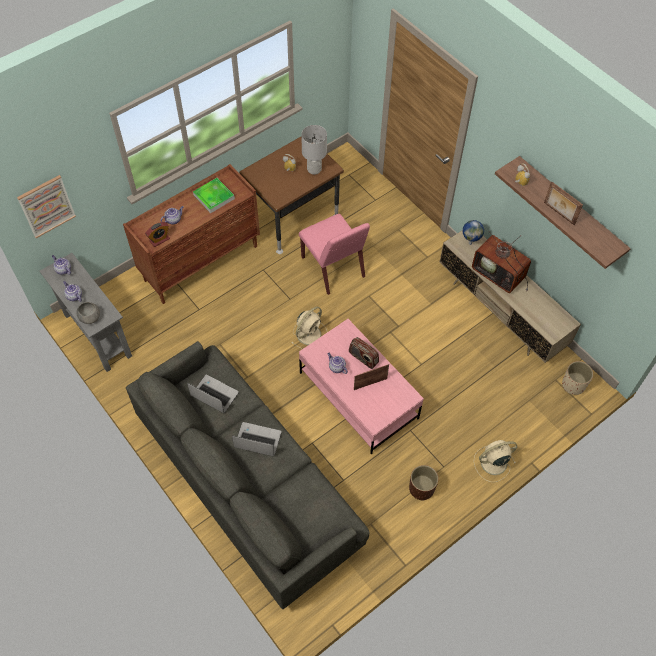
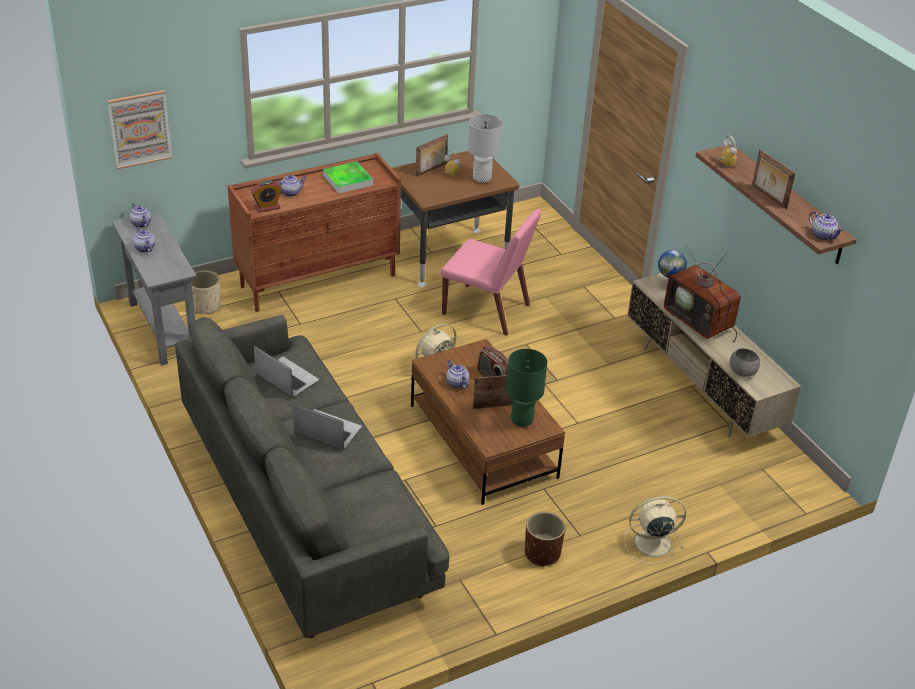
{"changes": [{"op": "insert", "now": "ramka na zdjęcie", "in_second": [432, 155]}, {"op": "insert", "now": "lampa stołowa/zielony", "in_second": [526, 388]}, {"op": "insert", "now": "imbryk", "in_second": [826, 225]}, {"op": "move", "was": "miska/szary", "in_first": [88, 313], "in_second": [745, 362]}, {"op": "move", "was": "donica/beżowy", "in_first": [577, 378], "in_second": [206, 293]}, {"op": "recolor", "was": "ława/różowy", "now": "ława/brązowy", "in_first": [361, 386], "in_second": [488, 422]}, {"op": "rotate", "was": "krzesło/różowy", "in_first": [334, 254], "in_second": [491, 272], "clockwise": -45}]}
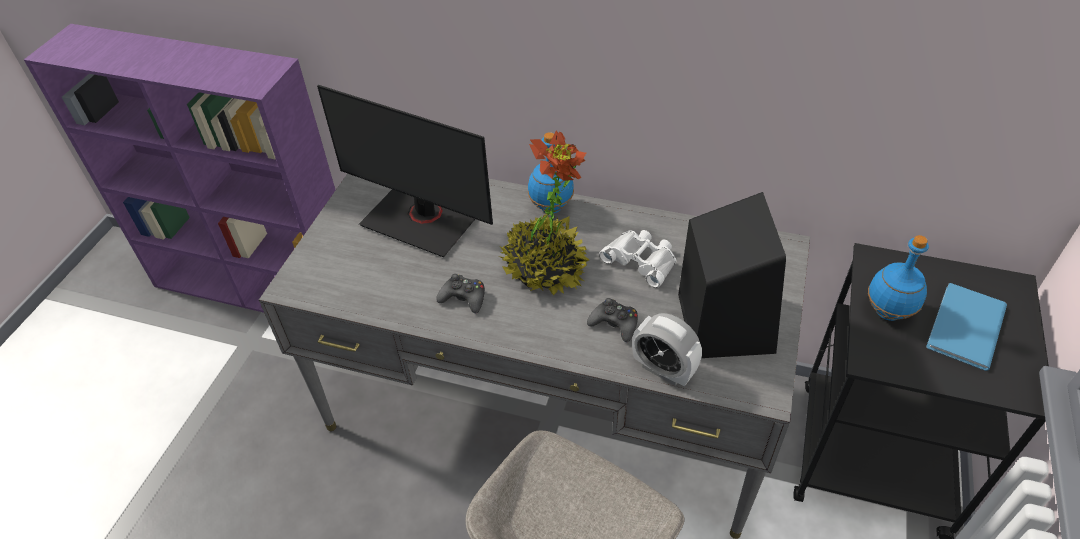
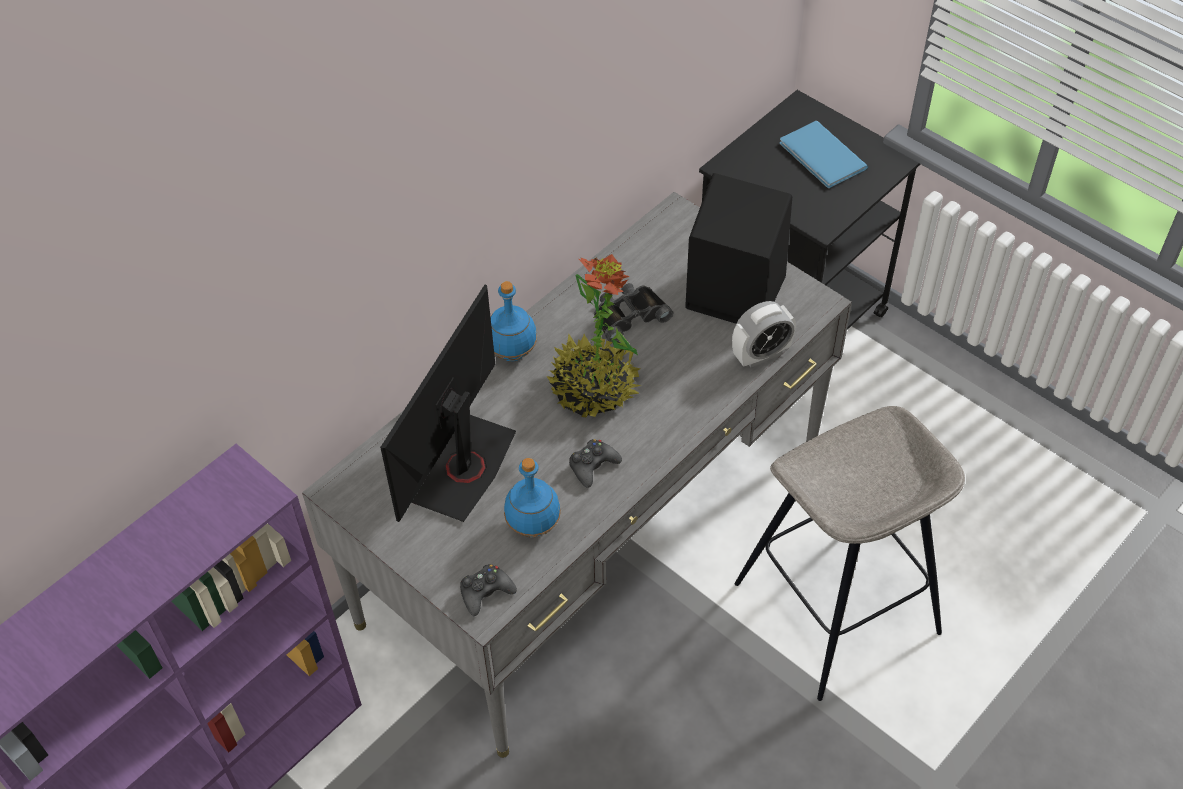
{"changes": [{"op": "move", "was": "pad do gier/czarny", "in_first": [612, 320], "in_second": [488, 590]}, {"op": "move", "was": "butelka/niebieski", "in_first": [898, 278], "in_second": [532, 498]}, {"op": "recolor", "was": "lornetka/biały", "now": "lornetka/czarny", "in_first": [638, 259], "in_second": [633, 312]}, {"op": "rotate", "was": "monitor", "in_first": [405, 171], "in_second": [448, 403], "clockwise": 150}]}
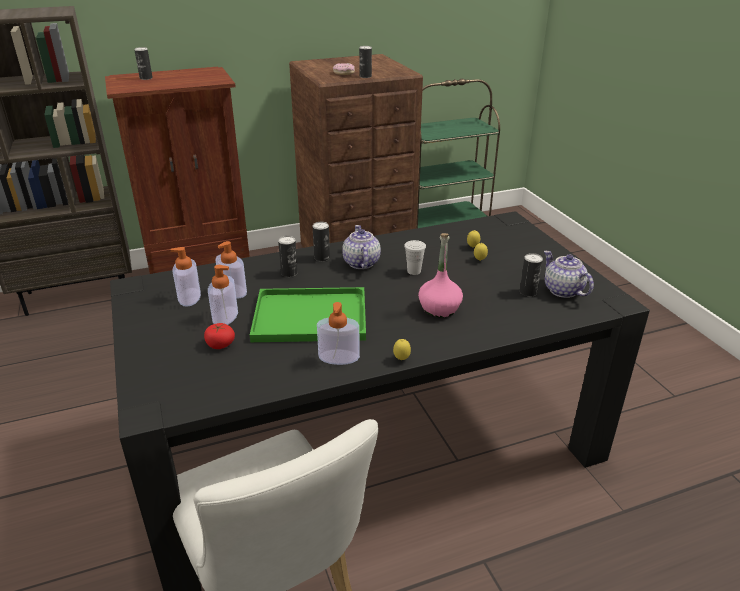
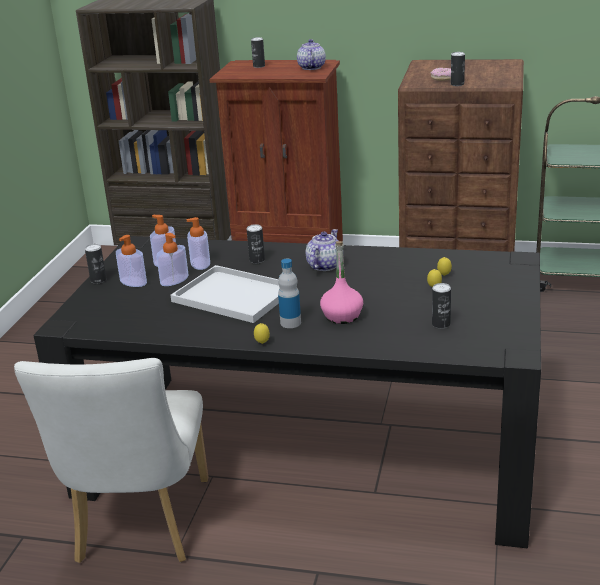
{"changes": [{"op": "delete", "was": "pomidor", "in_first": [219, 336]}, {"op": "delete", "was": "filiżanka/biały", "in_first": [415, 257]}, {"op": "insert", "now": "butelka", "in_second": [289, 293]}, {"op": "move", "was": "puszka", "in_first": [321, 241], "in_second": [96, 264]}, {"op": "move", "was": "dozownik mydła", "in_first": [338, 333], "in_second": [131, 261]}, {"op": "move", "was": "imbryk", "in_first": [569, 274], "in_second": [311, 54]}, {"op": "recolor", "was": "taca/zielony", "now": "taca/biały", "in_first": [308, 314], "in_second": [225, 294]}]}
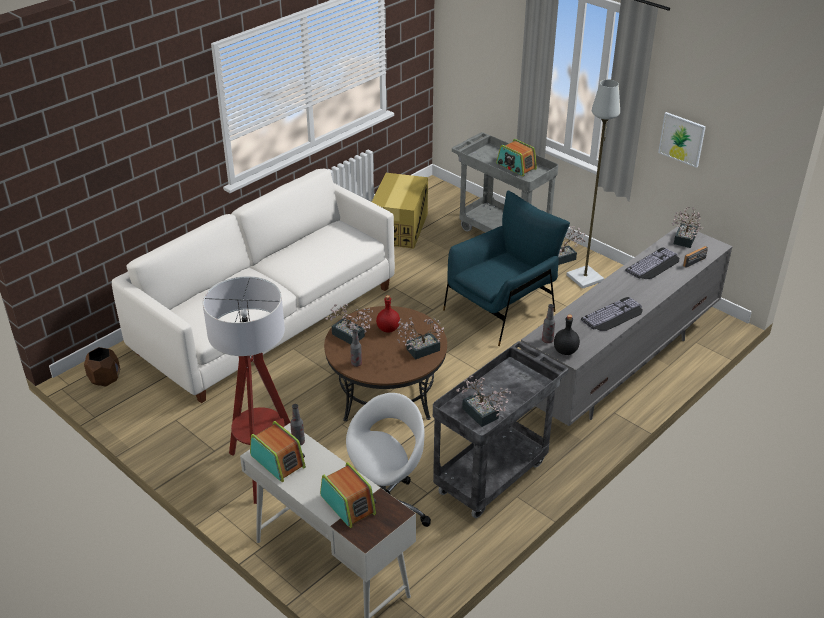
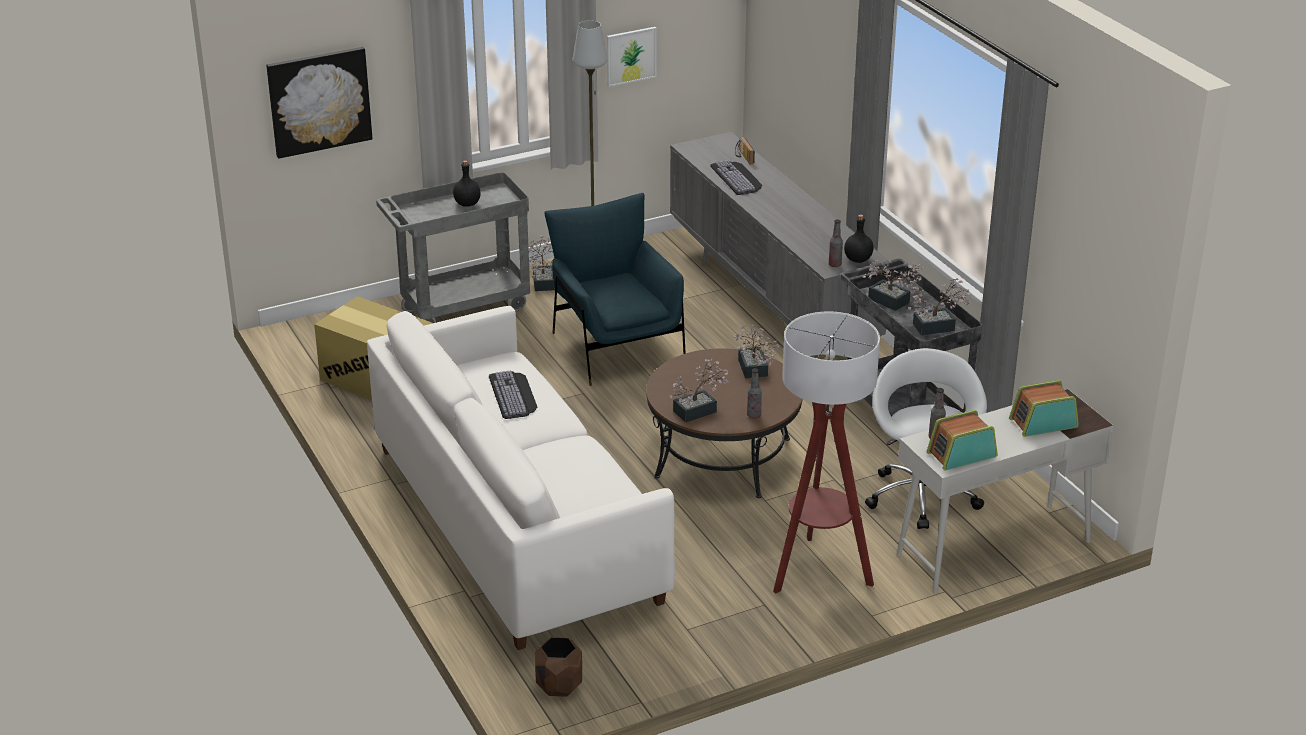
{"changes": [{"op": "delete", "was": "butelka/czerwony", "in_first": [388, 314]}, {"op": "insert", "now": "obraz", "in_second": [319, 103]}, {"op": "move", "was": "klawiatura", "in_first": [612, 314], "in_second": [513, 394]}, {"op": "move", "was": "roślina doniczkowa", "in_first": [687, 227], "in_second": [893, 285]}, {"op": "replace", "was": "radio", "now": "butelka/czarny", "in_first": [516, 157], "in_second": [467, 183]}]}
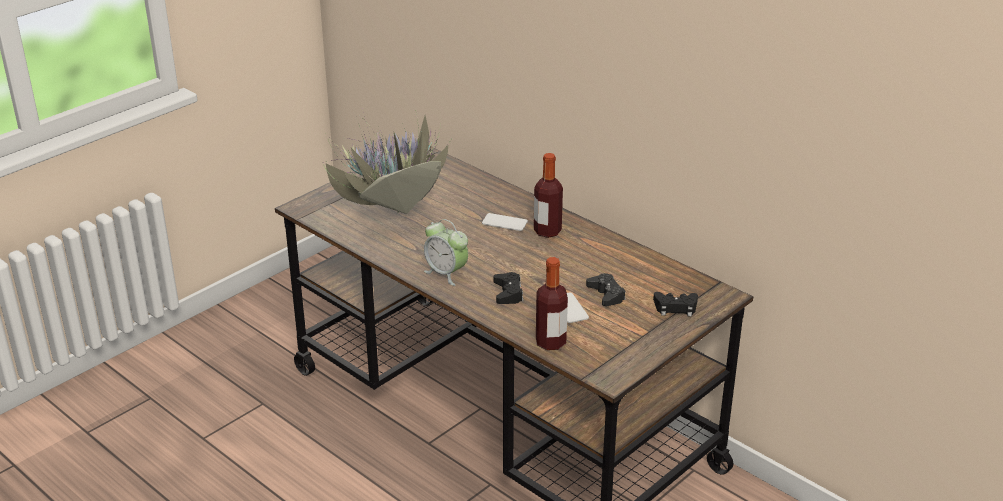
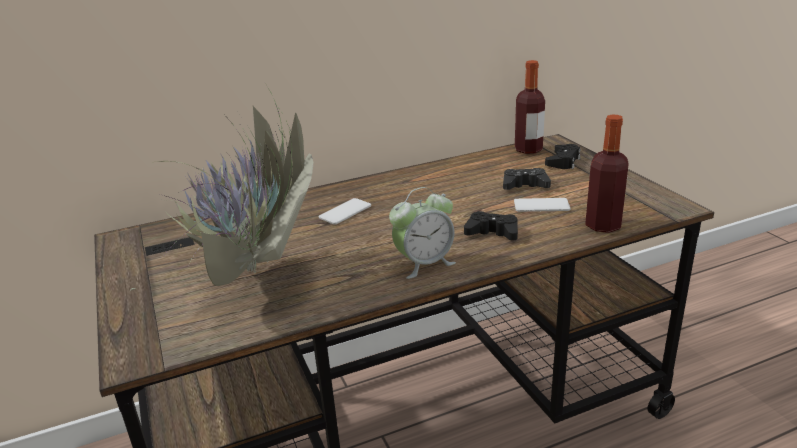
{"changes": [{"op": "move", "was": "butelka", "in_first": [548, 195], "in_second": [530, 107]}]}
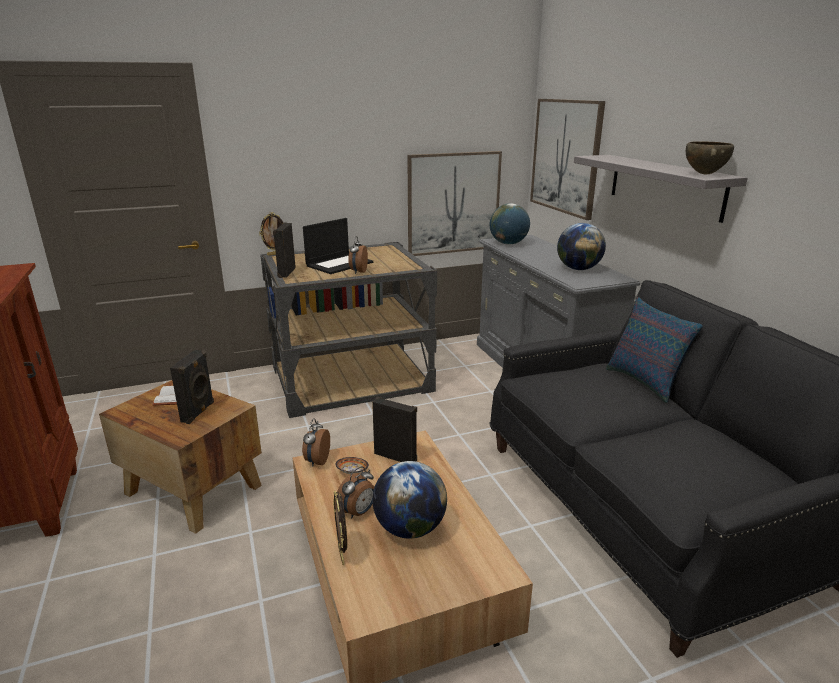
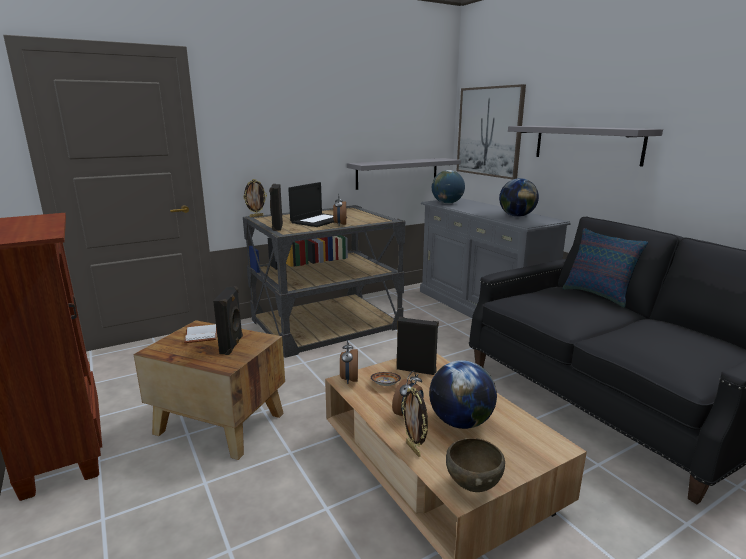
{"changes": [{"op": "move", "was": "miska/brązowy", "in_first": [710, 157], "in_second": [475, 465]}, {"op": "replace", "was": "obraz", "now": "półka/szary", "in_first": [454, 203], "in_second": [404, 174]}]}
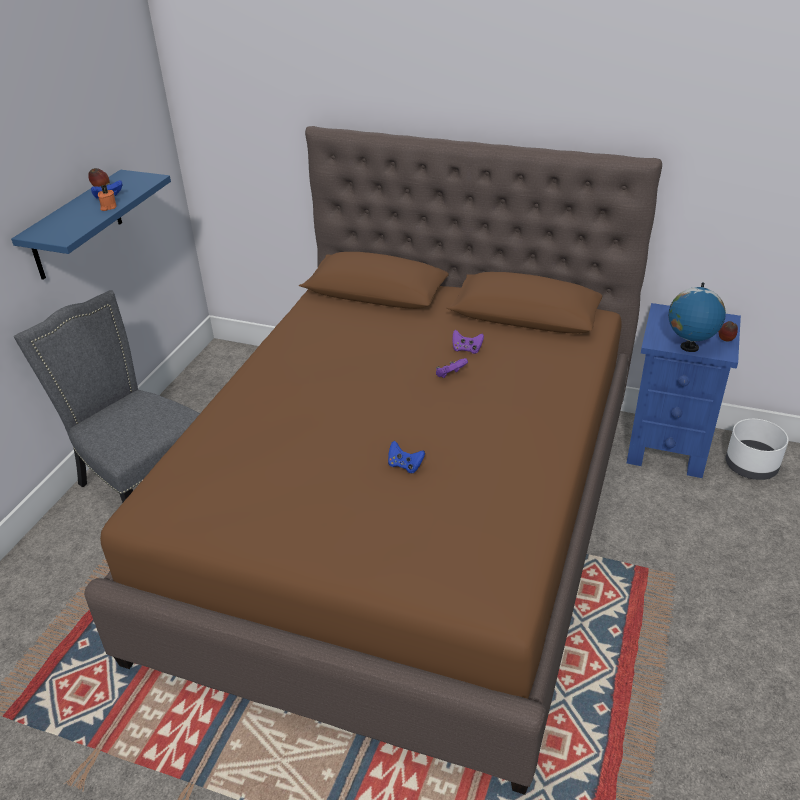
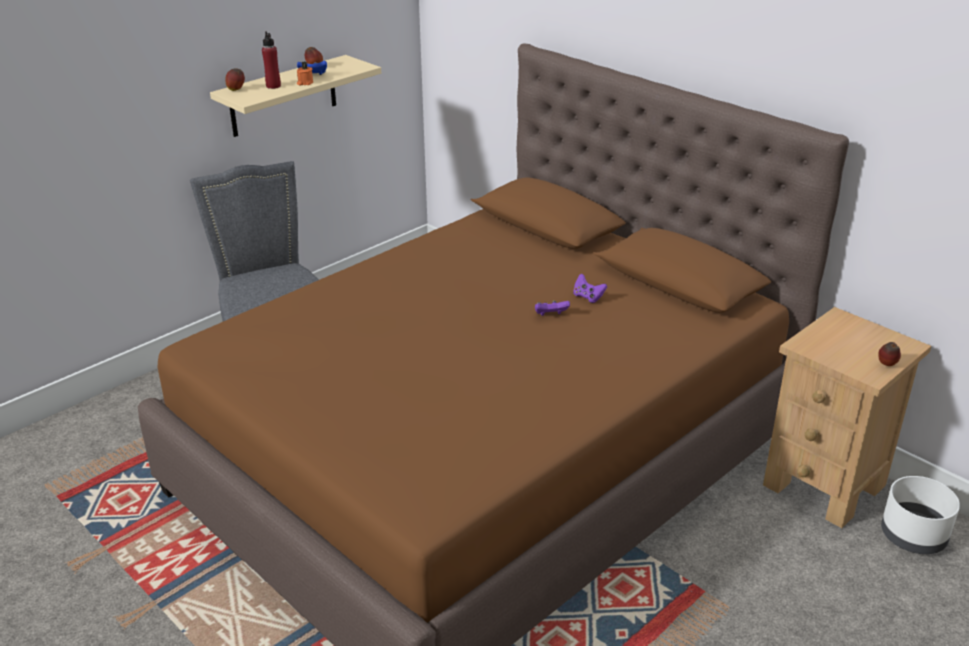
{"changes": [{"op": "delete", "was": "pad do gier/niebieski", "in_first": [406, 457]}, {"op": "delete", "was": "globus", "in_first": [697, 317]}, {"op": "insert", "now": "jabłko", "in_second": [235, 80]}, {"op": "insert", "now": "butelka/czerwony", "in_second": [271, 60]}, {"op": "recolor", "was": "półka/niebieski", "now": "półka/beżowy", "in_first": [91, 225], "in_second": [295, 96]}, {"op": "recolor", "was": "szafka nocna/niebieski", "now": "szafka nocna/beżowy", "in_first": [684, 390], "in_second": [847, 417]}]}
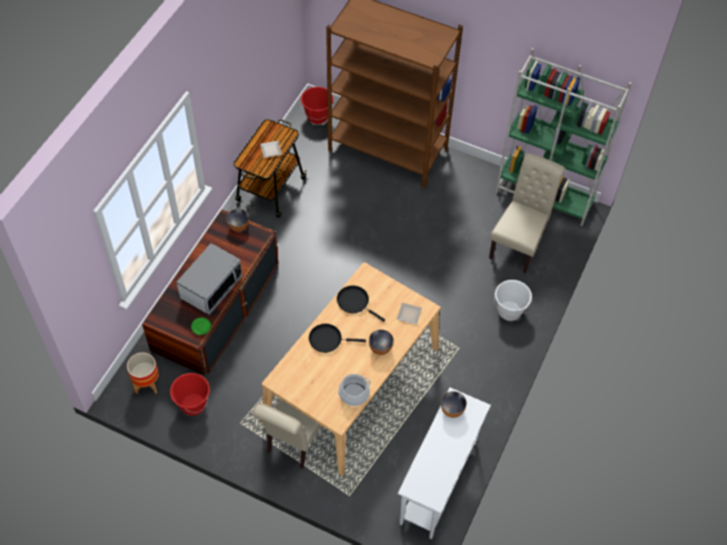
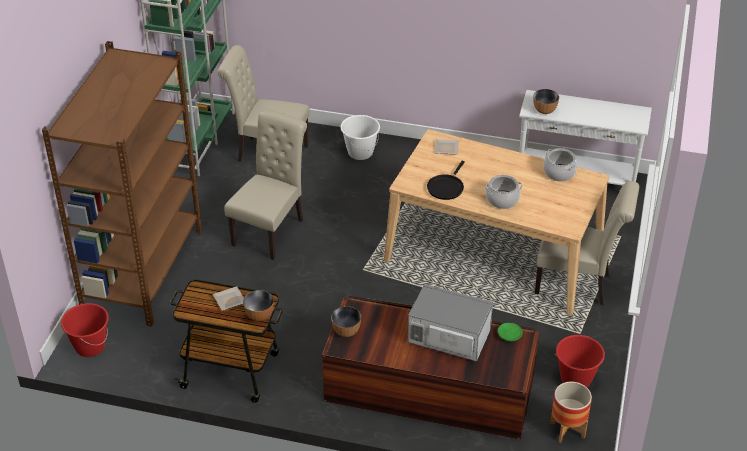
{"changes": [{"op": "insert", "now": "krzesło/beżowy", "in_second": [265, 185]}, {"op": "move", "was": "miska", "in_first": [381, 342], "in_second": [258, 305]}, {"op": "replace", "was": "patelnia/czarny", "now": "garnek", "in_first": [337, 338], "in_second": [504, 192]}]}
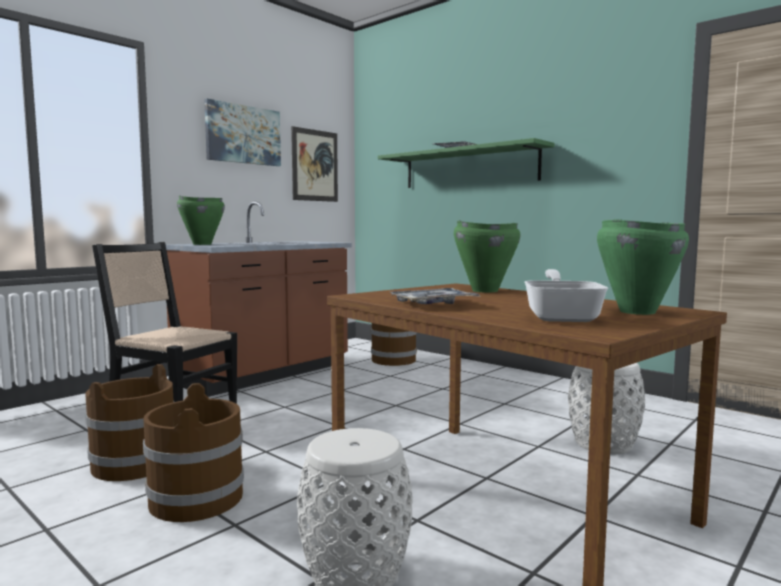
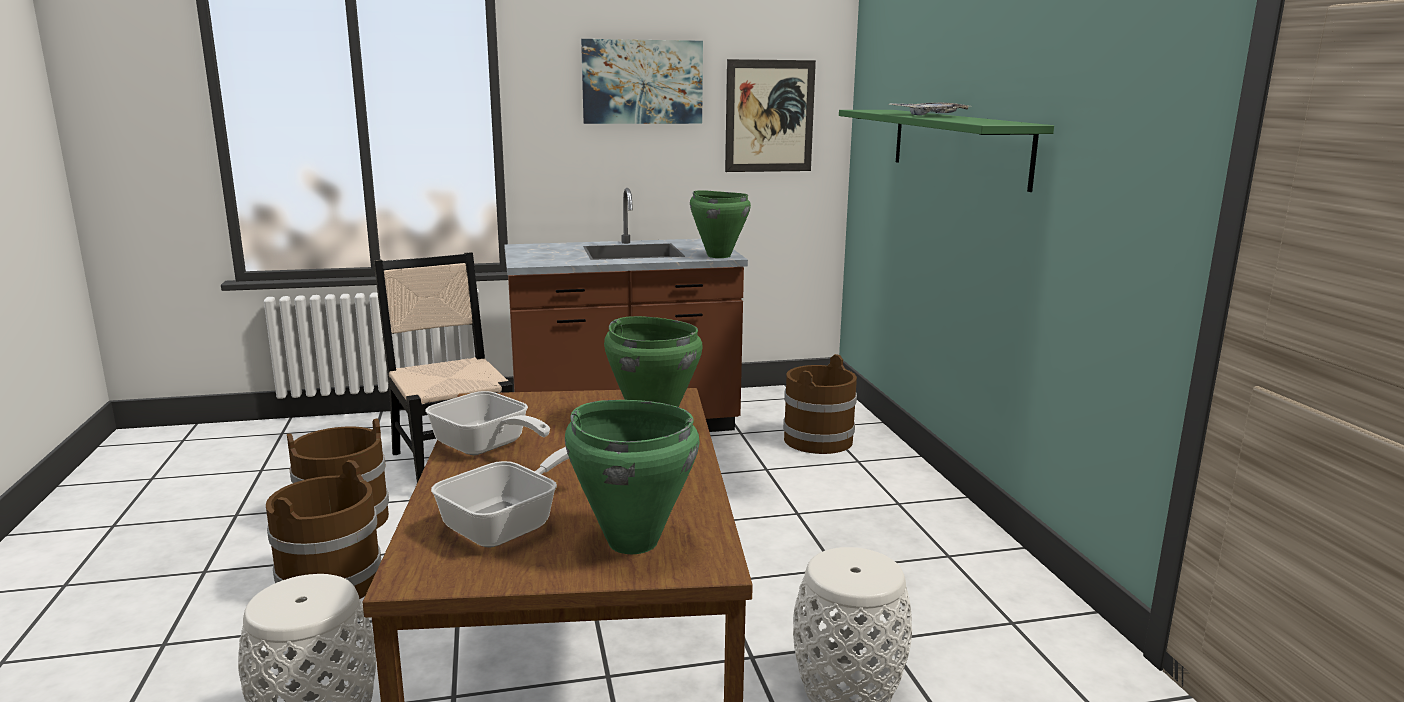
{"changes": [{"op": "move", "was": "garnek/zielony", "in_first": [201, 220], "in_second": [720, 224]}, {"op": "replace", "was": "taca", "now": "patelnia", "in_first": [435, 296], "in_second": [487, 423]}]}
